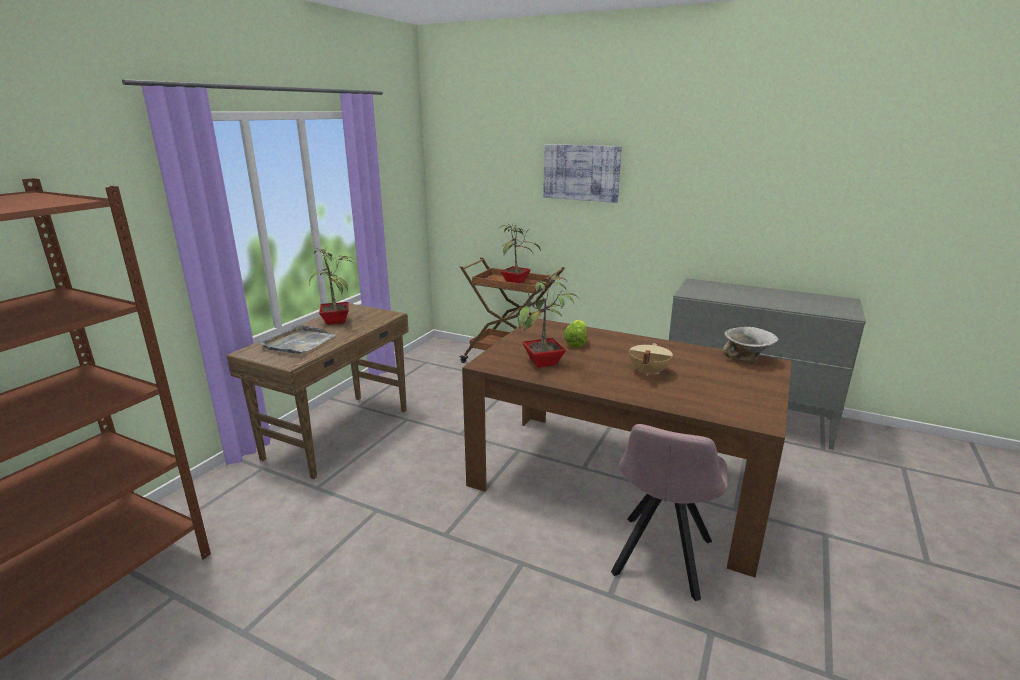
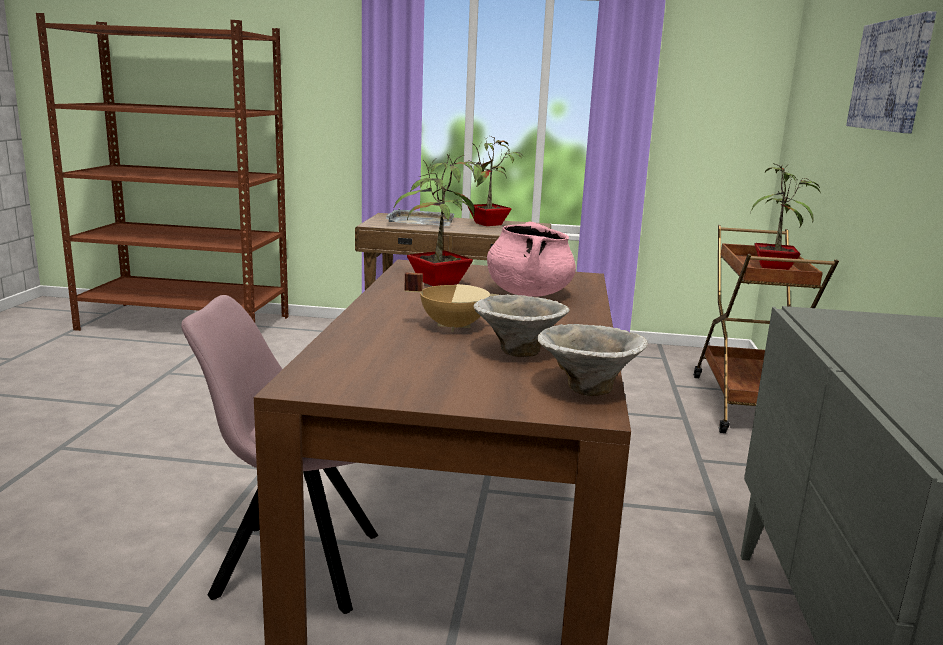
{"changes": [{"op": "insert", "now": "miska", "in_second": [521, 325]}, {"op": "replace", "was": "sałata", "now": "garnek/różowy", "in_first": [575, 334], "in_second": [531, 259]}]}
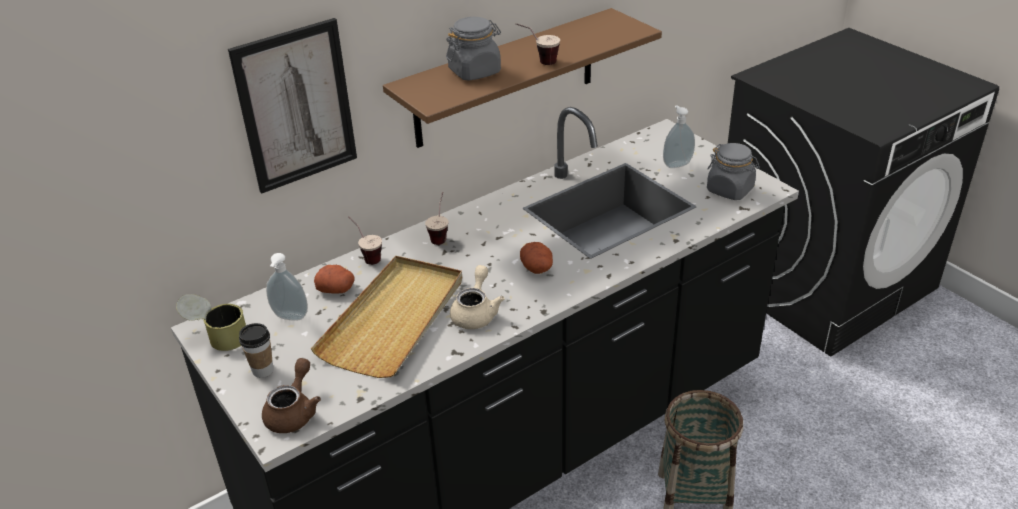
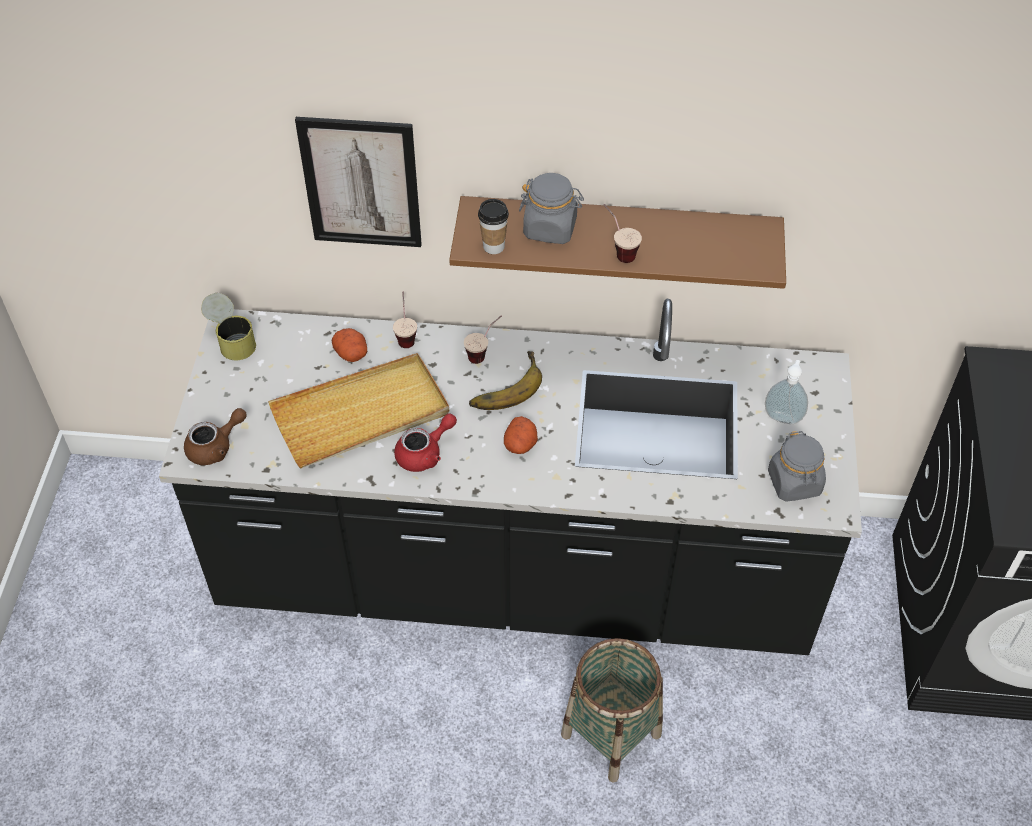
{"changes": [{"op": "delete", "was": "dozownik mydła", "in_first": [287, 287]}, {"op": "insert", "now": "banan", "in_second": [505, 380]}, {"op": "move", "was": "filiżanka", "in_first": [256, 350], "in_second": [493, 226]}, {"op": "recolor", "was": "imbryk/beżowy", "now": "imbryk/czerwony", "in_first": [477, 297], "in_second": [425, 442]}]}
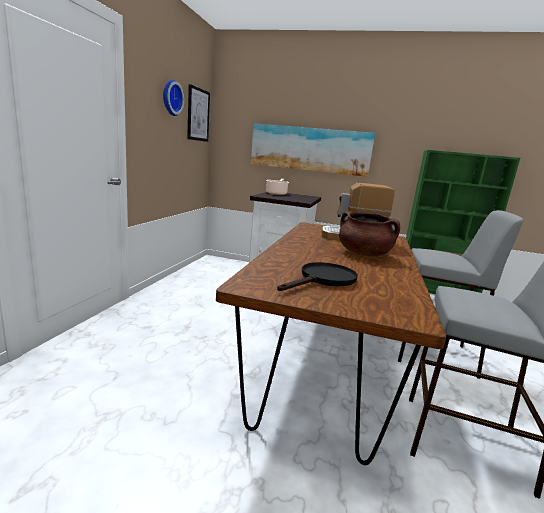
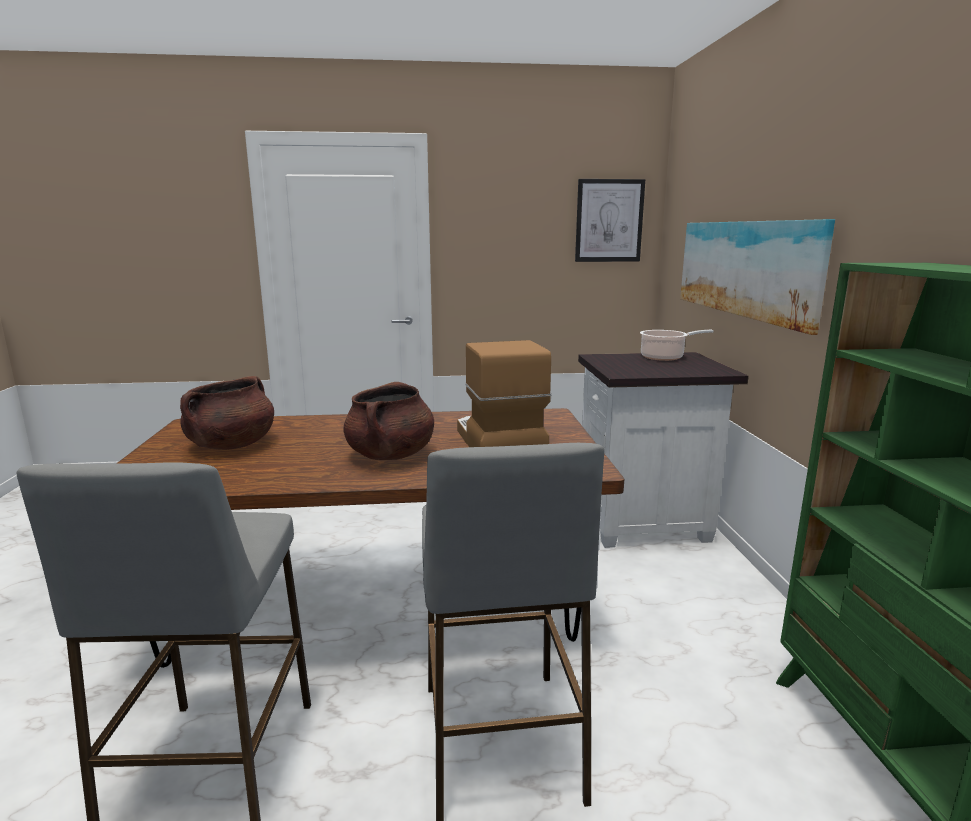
{"changes": [{"op": "delete", "was": "zegar ścienny", "in_first": [173, 98]}, {"op": "replace", "was": "patelnia/czarny", "now": "garnek/brązowy", "in_first": [317, 276], "in_second": [227, 413]}]}
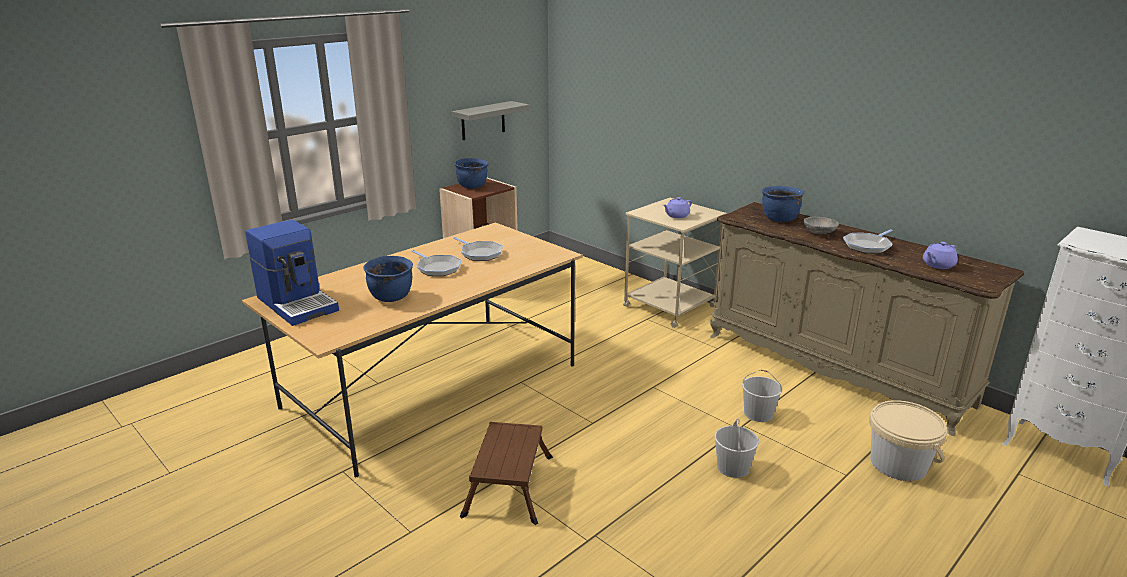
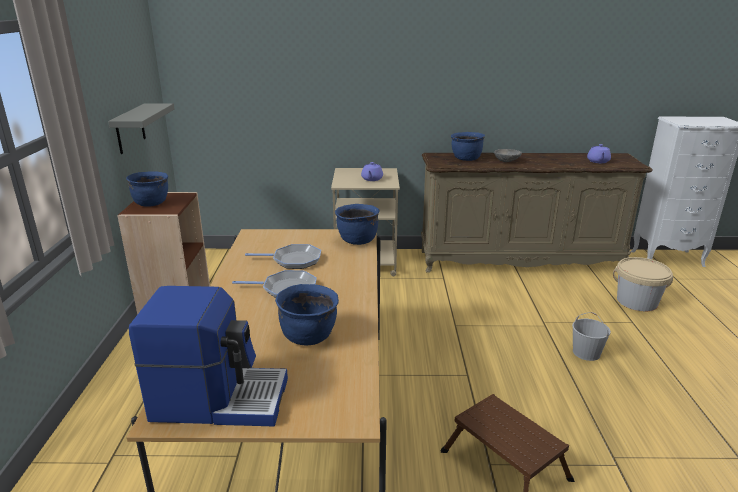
{"changes": [{"op": "delete", "was": "wiadro/biały", "in_first": [762, 396]}, {"op": "delete", "was": "patelnia", "in_first": [867, 241]}, {"op": "insert", "now": "garnek/niebieski", "in_second": [357, 224]}]}
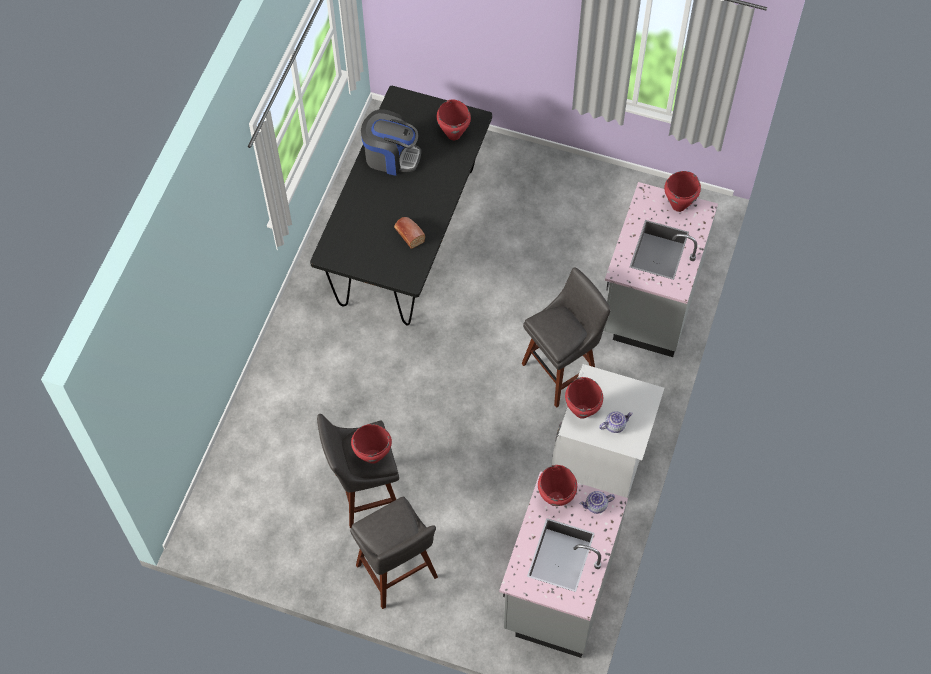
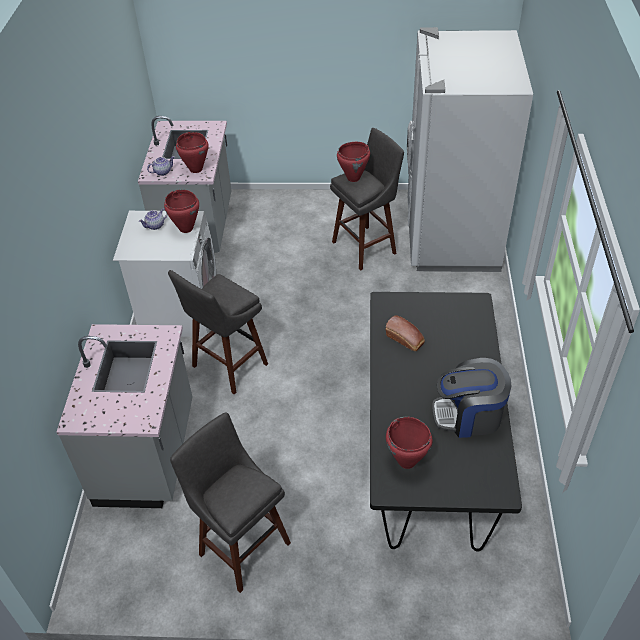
{"changes": [{"op": "delete", "was": "garnek/czerwony", "in_first": [682, 191]}, {"op": "insert", "now": "lodówka/biały", "in_second": [470, 149]}, {"op": "move", "was": "stołek/szary", "in_first": [394, 552], "in_second": [230, 503]}]}
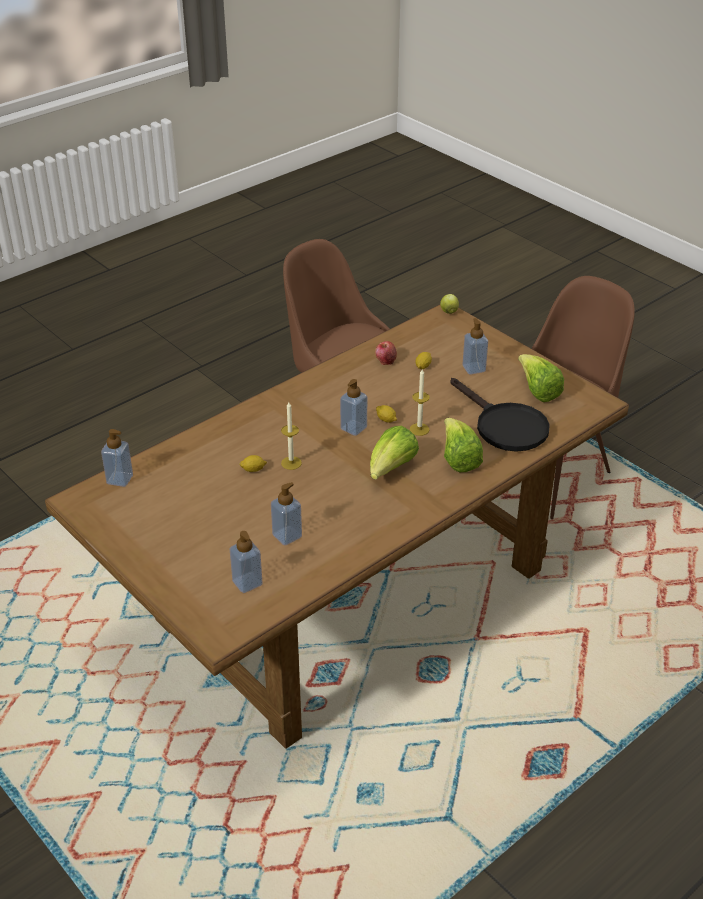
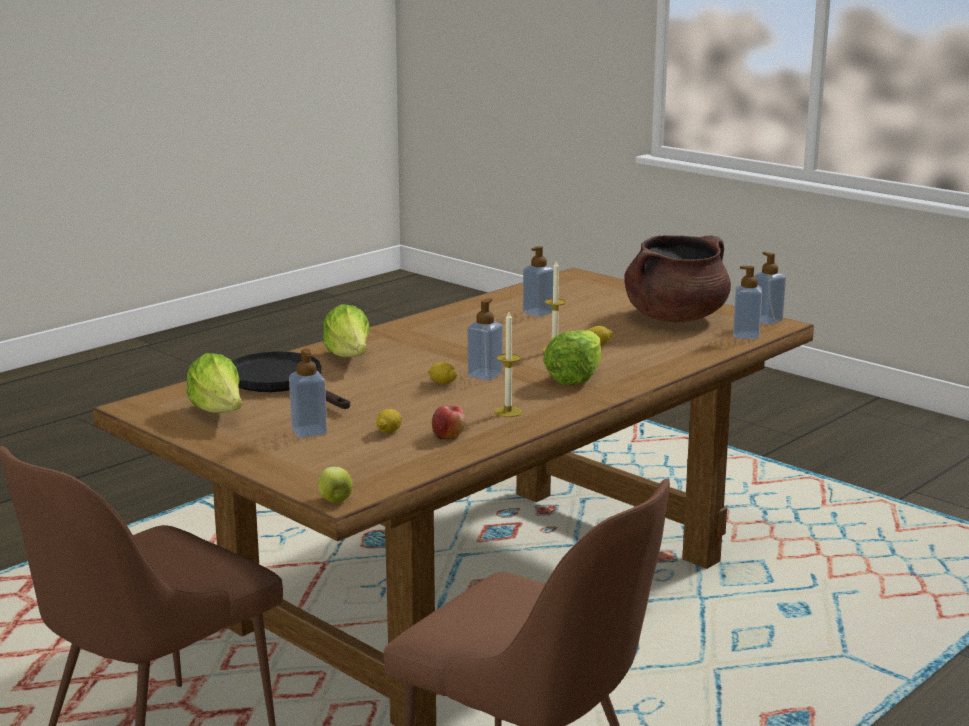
{"changes": [{"op": "insert", "now": "garnek/brązowy", "in_second": [677, 278]}, {"op": "move", "was": "dozownik mydła", "in_first": [246, 562], "in_second": [770, 288]}, {"op": "move", "was": "sałata", "in_first": [394, 453], "in_second": [572, 357]}, {"op": "move", "was": "świeca", "in_first": [420, 402], "in_second": [508, 364]}]}
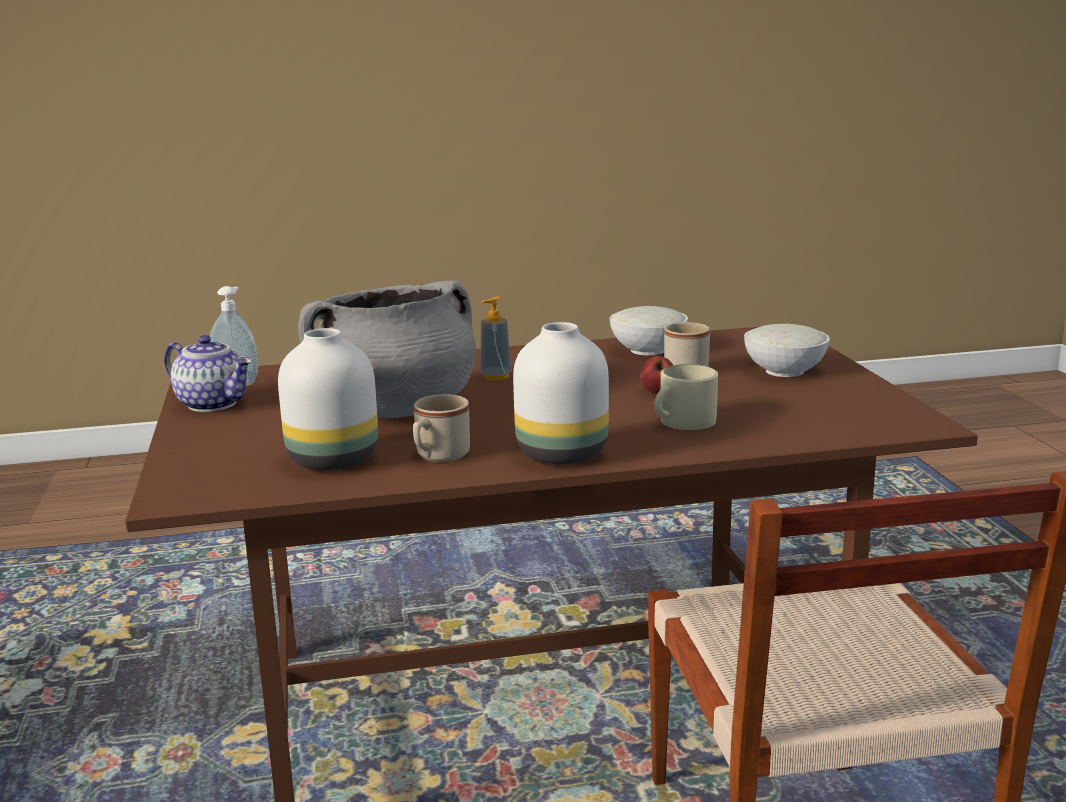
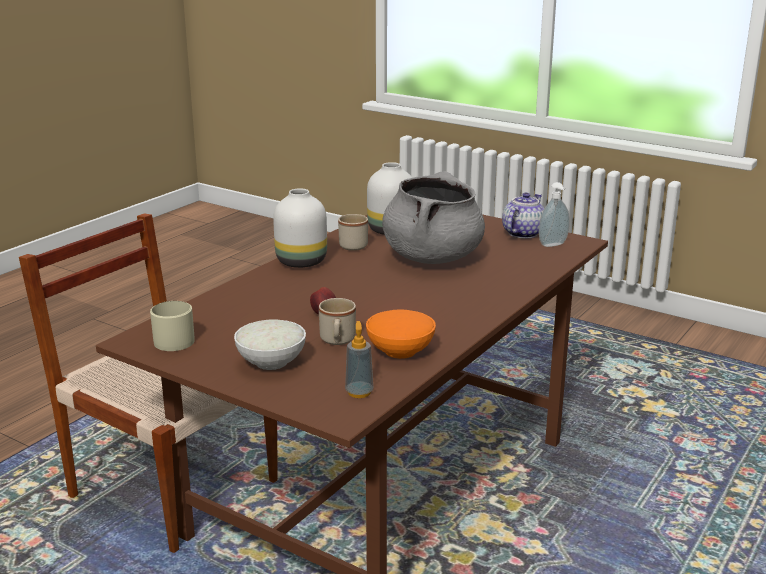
{"changes": [{"op": "move", "was": "dozownik mydła", "in_first": [496, 339], "in_second": [359, 359]}, {"op": "move", "was": "kubek/beżowy", "in_first": [686, 397], "in_second": [172, 326]}, {"op": "recolor", "was": "miska/biały", "now": "miska/pomarańczowy", "in_first": [649, 330], "in_second": [401, 334]}, {"op": "rotate", "was": "imbryk", "in_first": [208, 373], "in_second": [523, 216], "clockwise": 135}]}
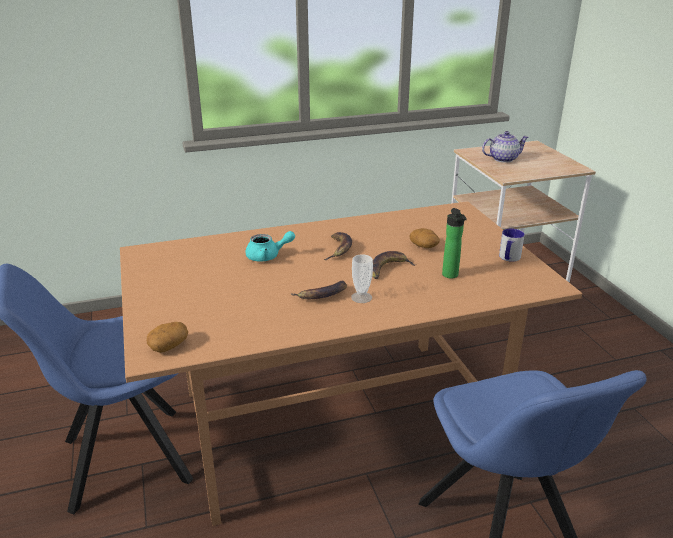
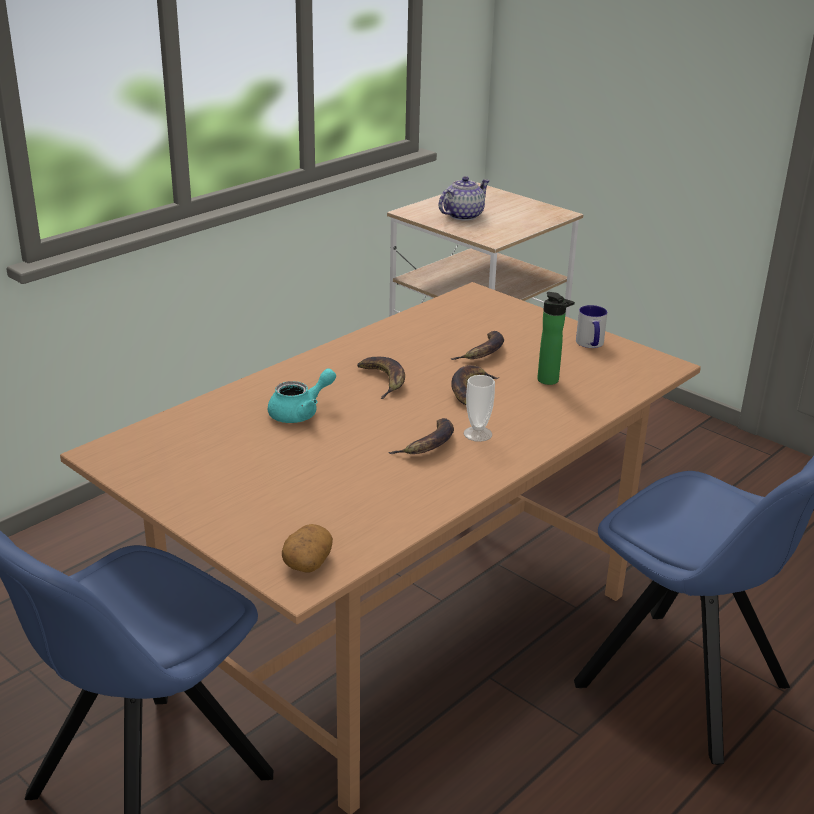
{"changes": [{"op": "replace", "was": "ziemniak", "now": "banan", "in_first": [425, 238], "in_second": [477, 345]}]}
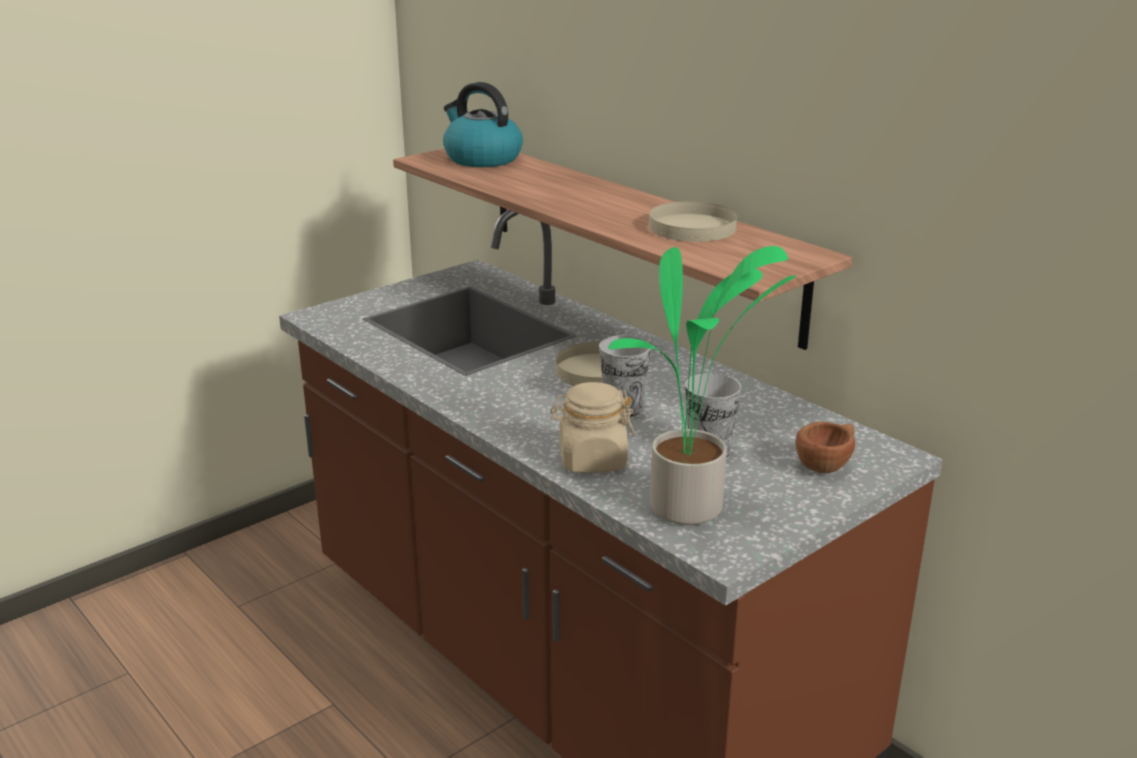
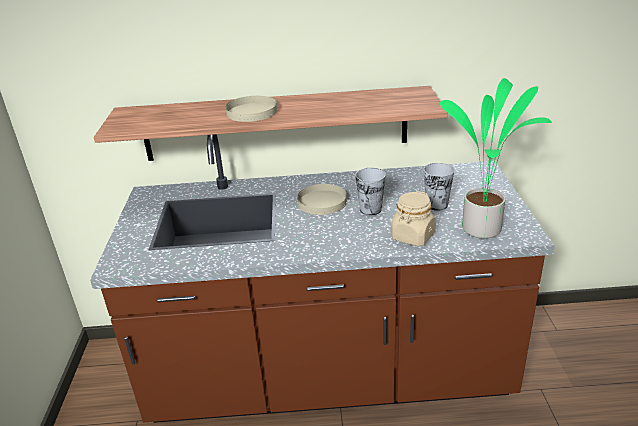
{"changes": [{"op": "delete", "was": "czajnik", "in_first": [483, 124]}, {"op": "delete", "was": "filiżanka/brązowy", "in_first": [825, 447]}, {"op": "move", "was": "talerz/beżowy", "in_first": [693, 221], "in_second": [252, 109]}]}
